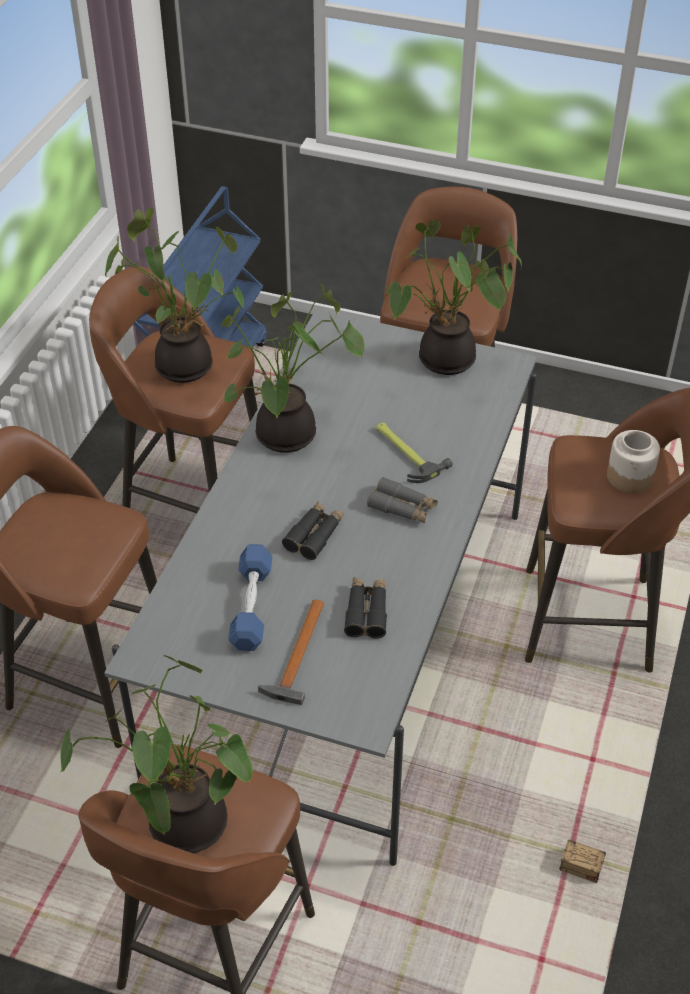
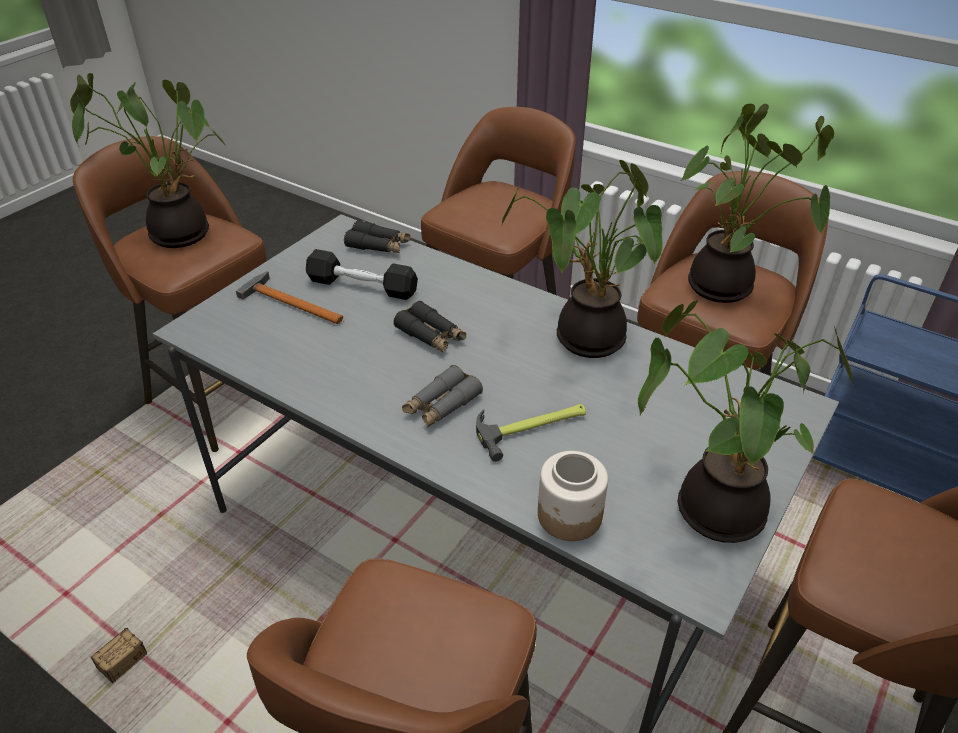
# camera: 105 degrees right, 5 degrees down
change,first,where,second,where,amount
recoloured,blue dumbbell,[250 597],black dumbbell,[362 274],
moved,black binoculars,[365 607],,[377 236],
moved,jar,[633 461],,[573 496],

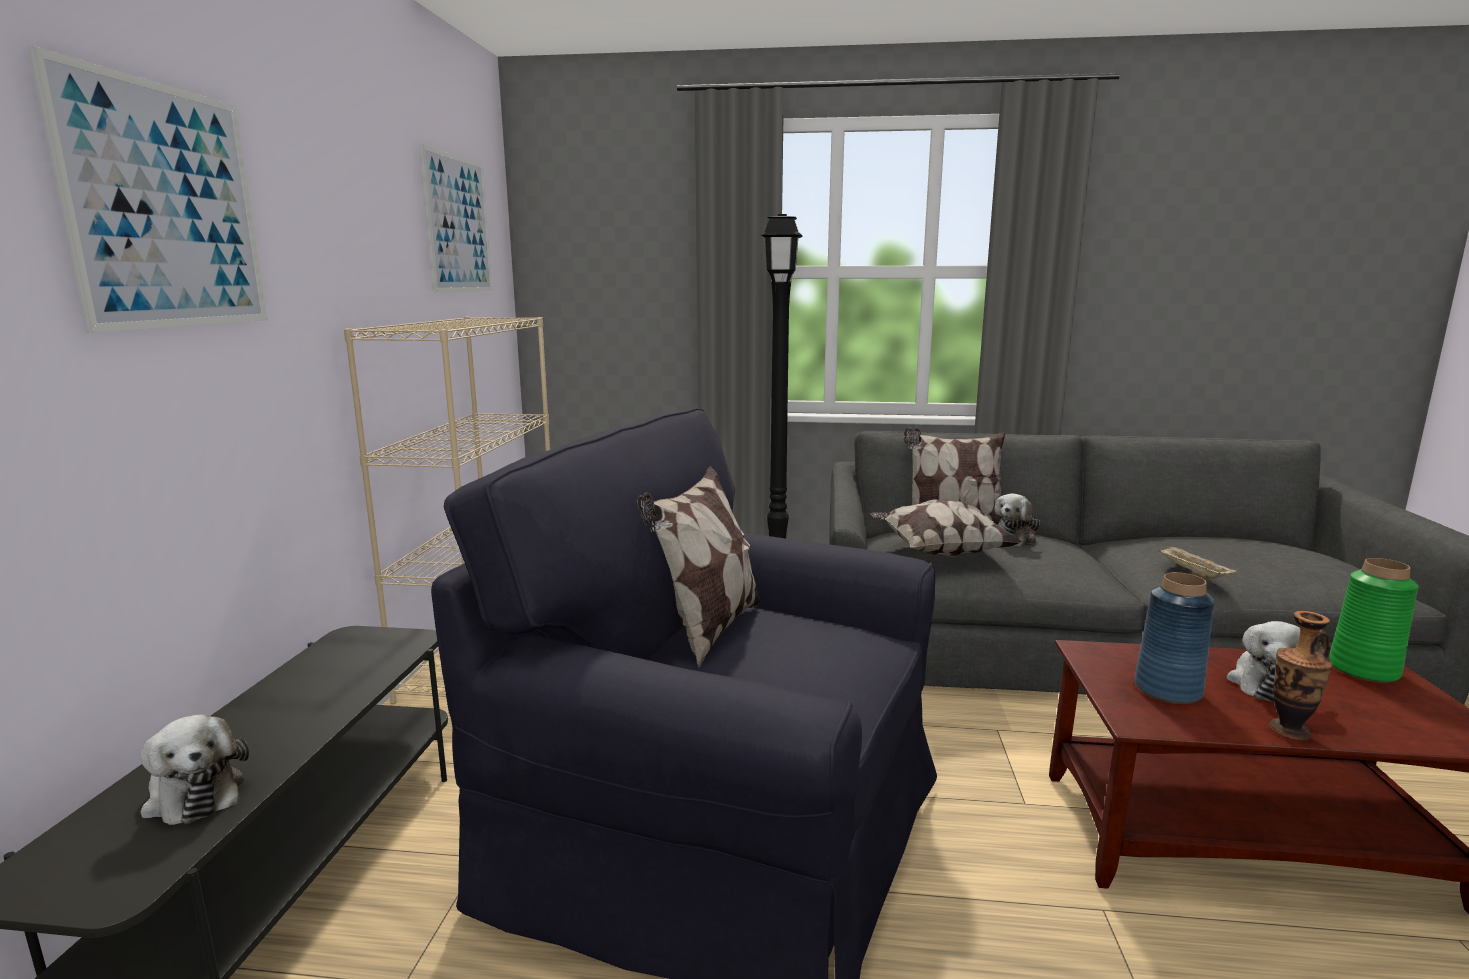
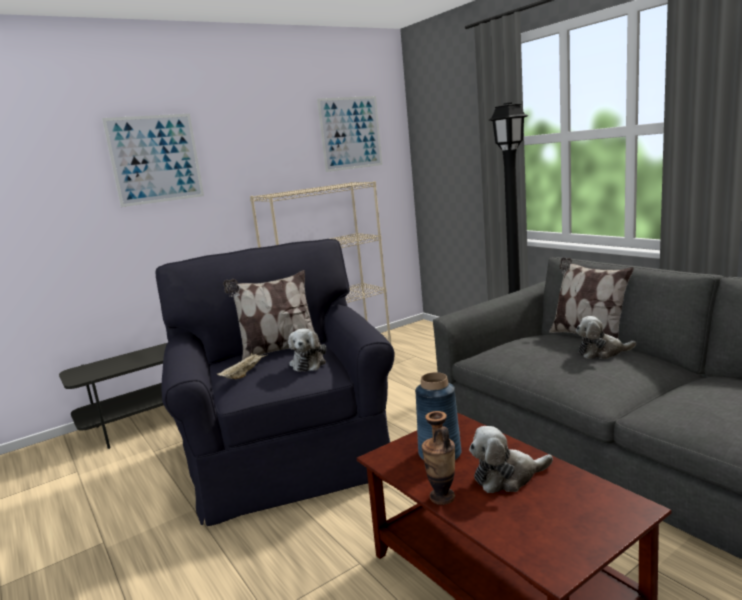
# camera: 50 degrees right, 0 degrees up
change,first,where,second,where,amount
moved,plush toy,[194 769],,[307 350],
removed,pillow,[946 528],,,
moved,beige tray,[1197 562],,[242 366],
removed,green vase,[1374 620],,,

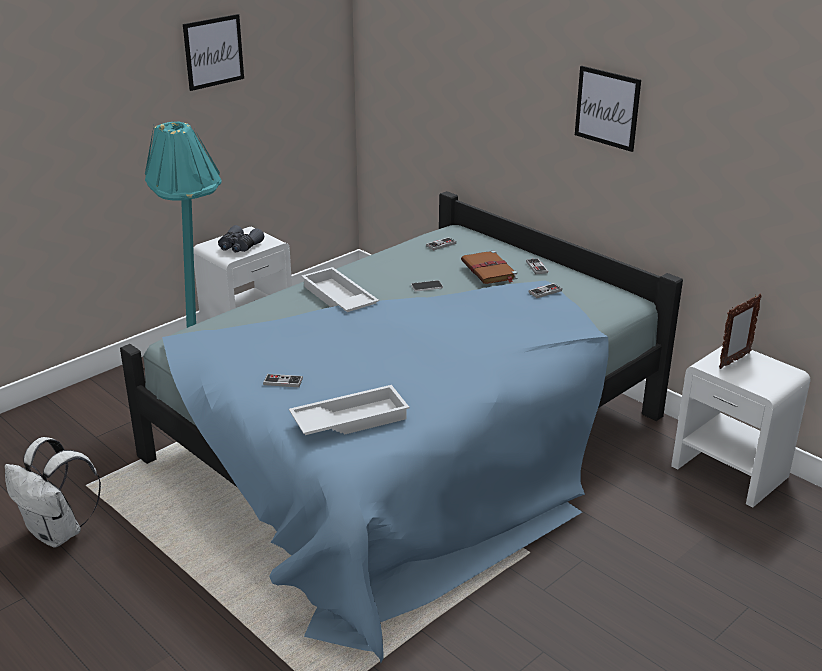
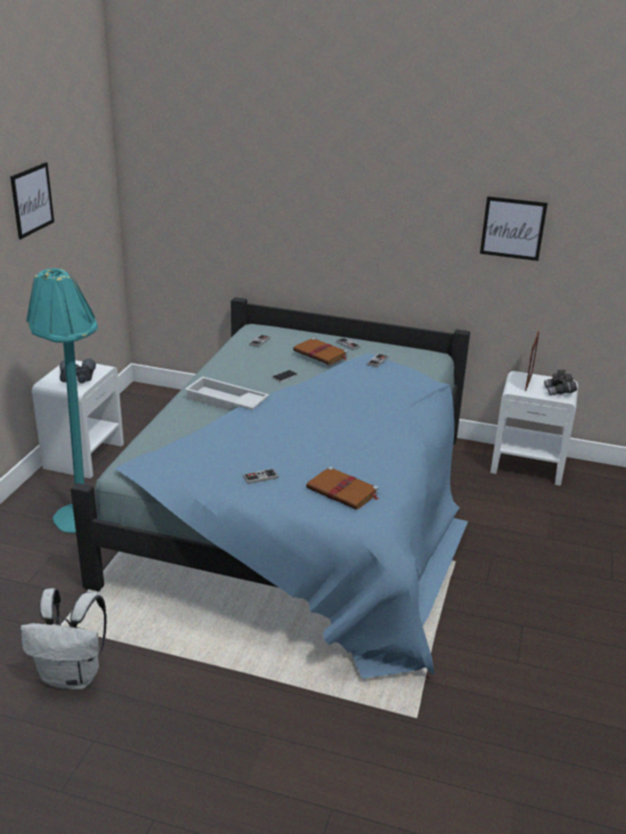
# camera: 30 degrees left, 0 degrees up
change,first,where,second,where,amount
replaced,white tray,[349 410],brown book,[342 488],
moved,picture,[608 109],,[514 228],
added,,,grey binoculars,[560 383],

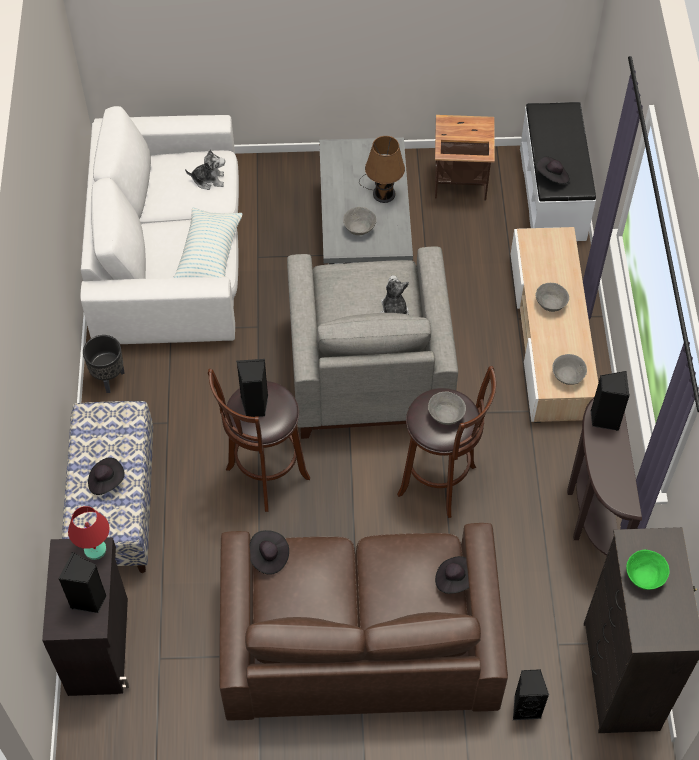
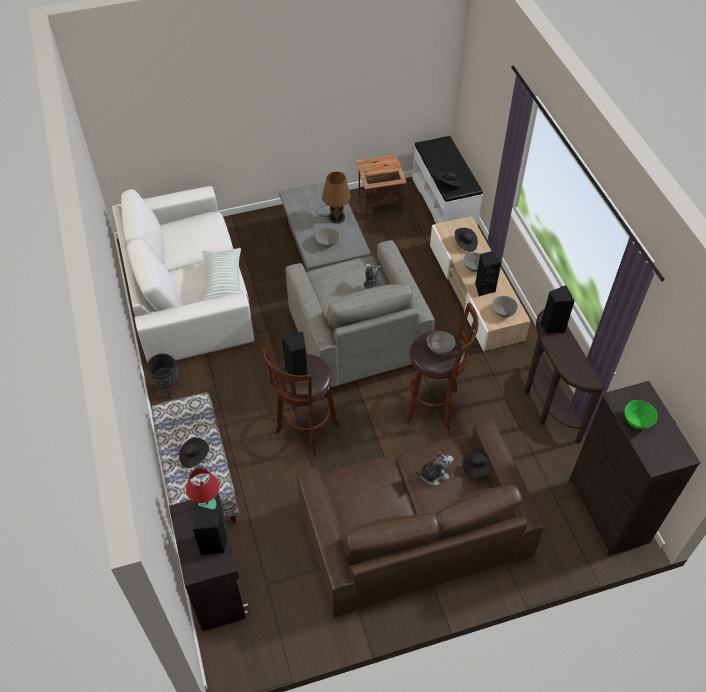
# camera: 15 degrees left, 5 degrees down
change,first,where,second,where,amount
moved,plush toy,[205 170],,[434 468],
moved,black hat,[269 552],,[466 240],
moved,black speaker,[531 694],,[488 273],

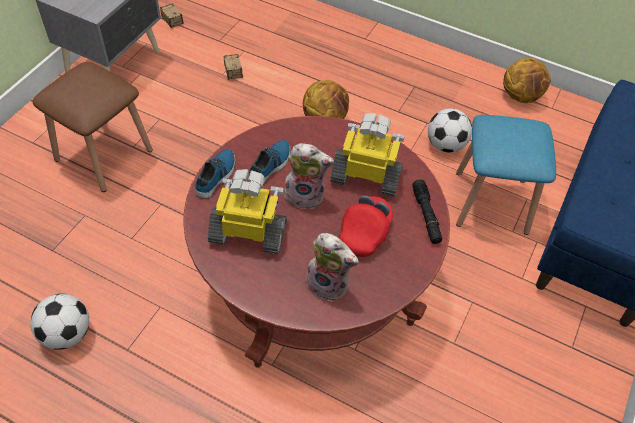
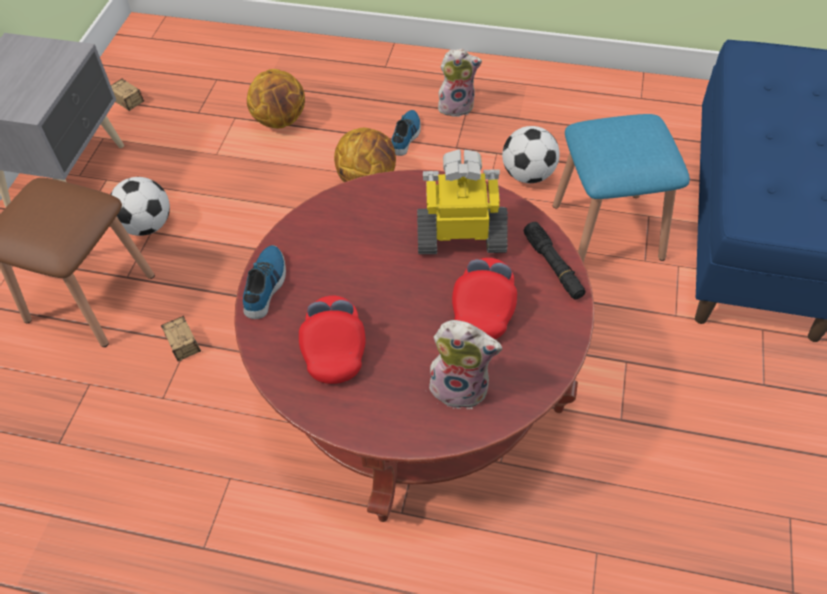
# camera: 10 degrees left, 0 degrees up
change,first,where,second,where,amount
moved,football,[59 322],,[140 206],
replaced,toy robot,[247 211],red cap,[332 340],
moved,storage box,[233 67],,[181 338],
moved,shoe,[269 162],,[406 133],
moved,plush toy,[309 176],,[460 83],
moved,basketball,[527 80],,[276 98],

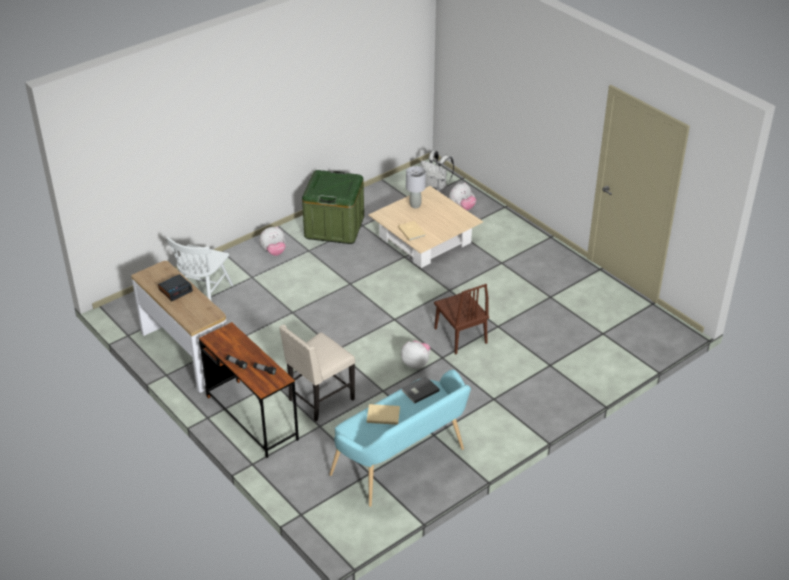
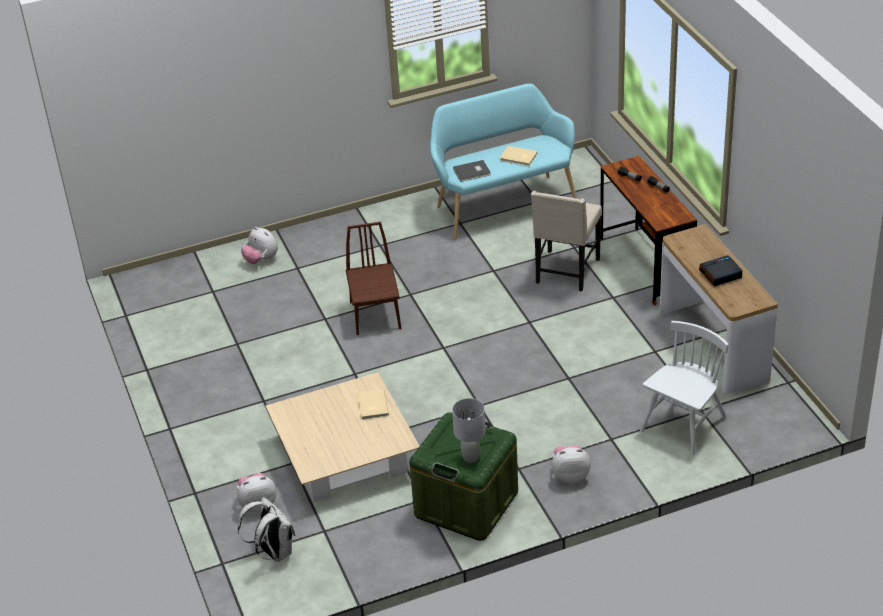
# camera: 160 degrees left, 0 degrees up
change,first,where,second,where,amount
turned,beige chair,[317 372],,[566 241],135 degrees clockwise
moved,plush toy,[415 354],,[259 245],
moved,grey table lamp,[416 187],,[469 430],

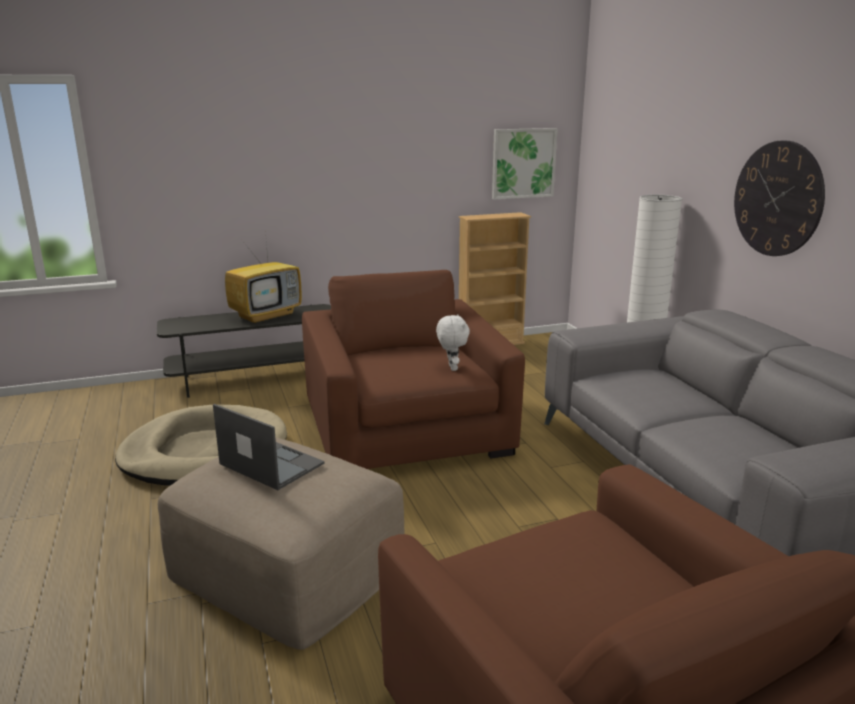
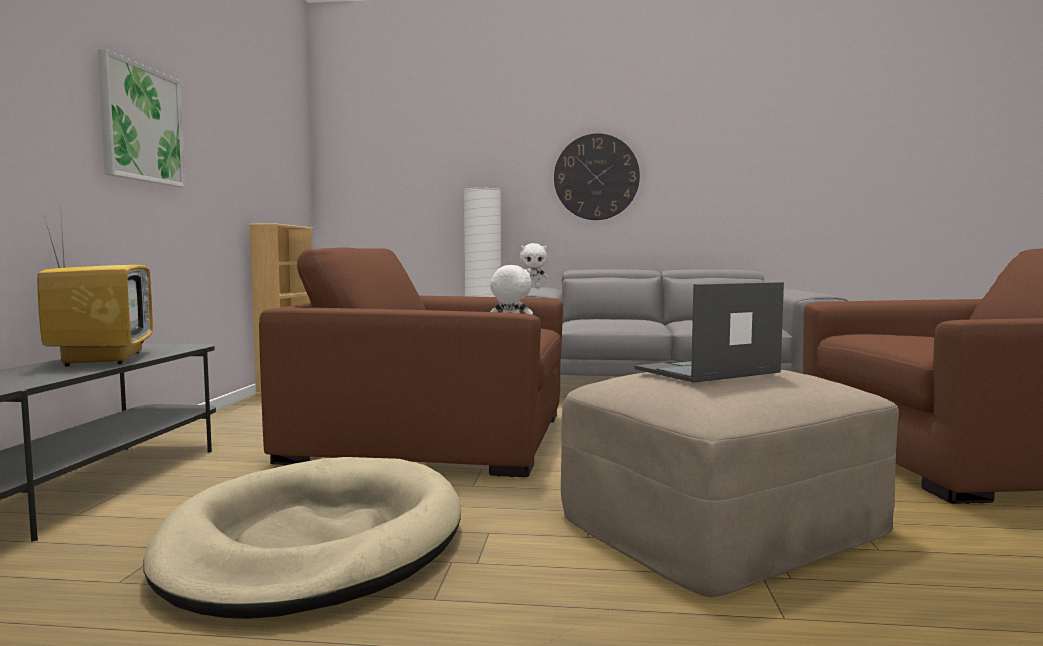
# camera: 65 degrees left, 15 degrees down
change,first,where,second,where,amount
moved,picture,[525 164],,[141 118],
added,,,white plush toy,[534 265],

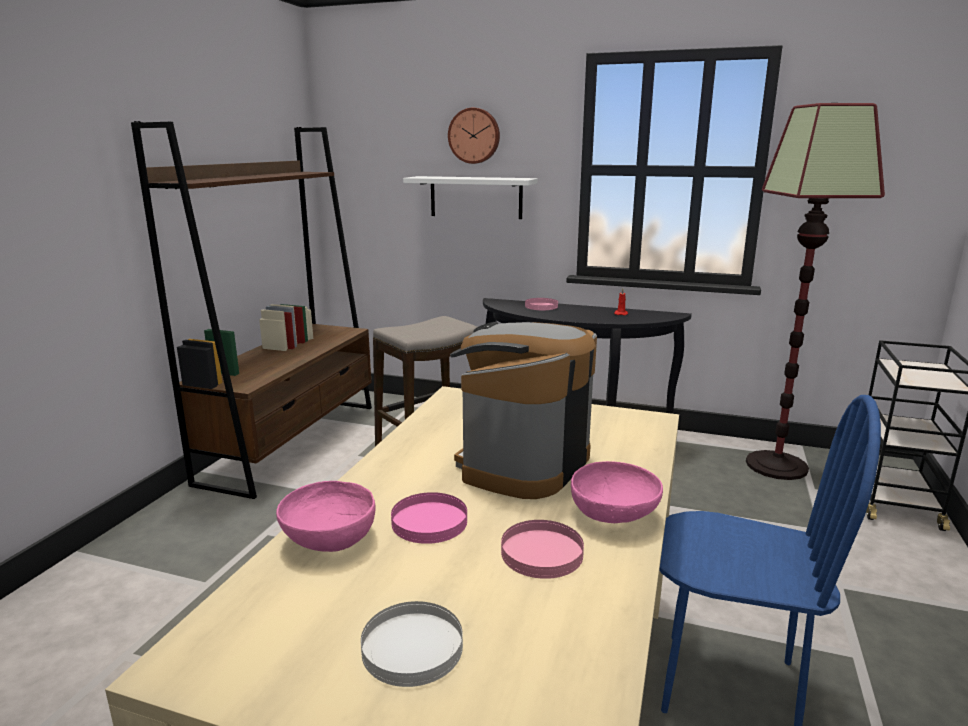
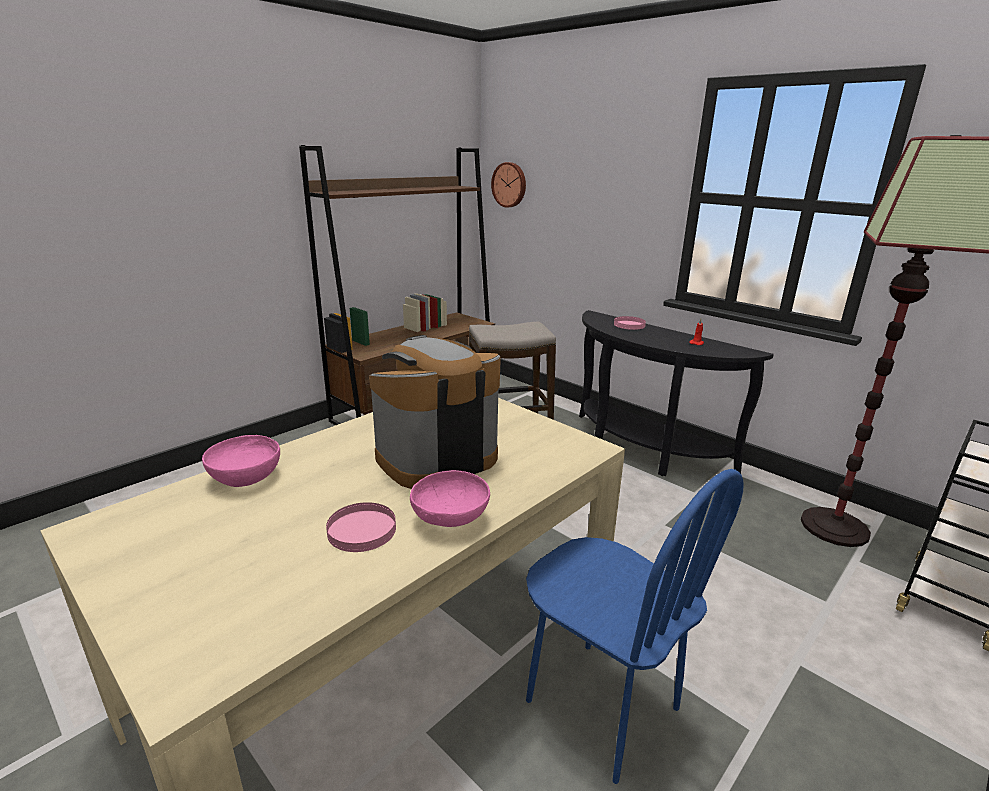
# camera: 25 degrees right, 5 degrees up
change,first,where,second,where,amount
removed,white plate,[412 644],,,
removed,pink plate,[429 518],,,
removed,white shelf,[470 197],,,
moved,wall clock,[474 136],,[508 185],

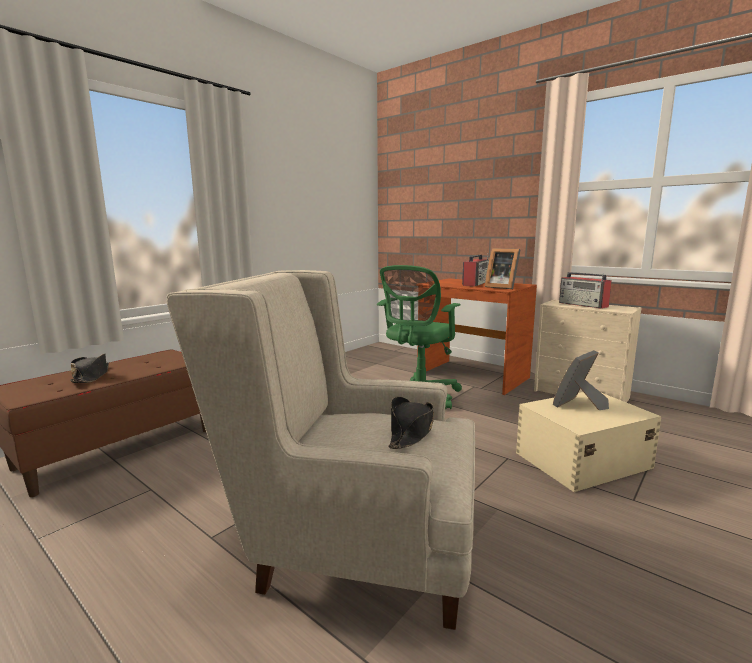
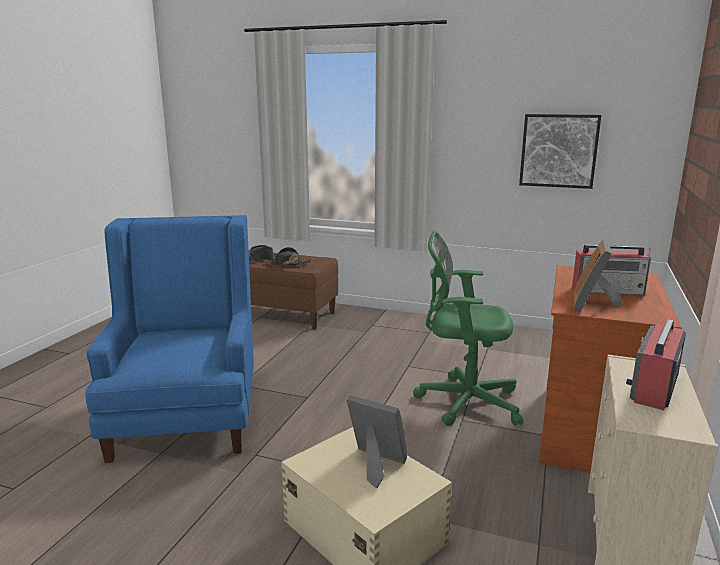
# camera: 70 degrees right, 5 degrees up
change,first,where,second,where,amount
recoloured,beige armchair,[321 450],blue armchair,[169 339],
moved,black hat,[411 423],,[287 256],
added,,,picture,[560 151],

